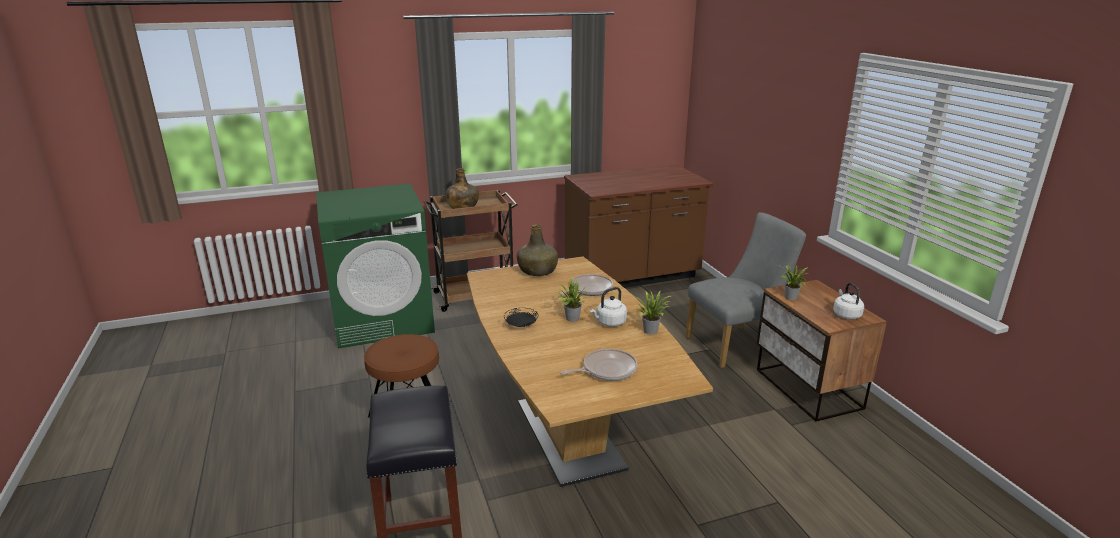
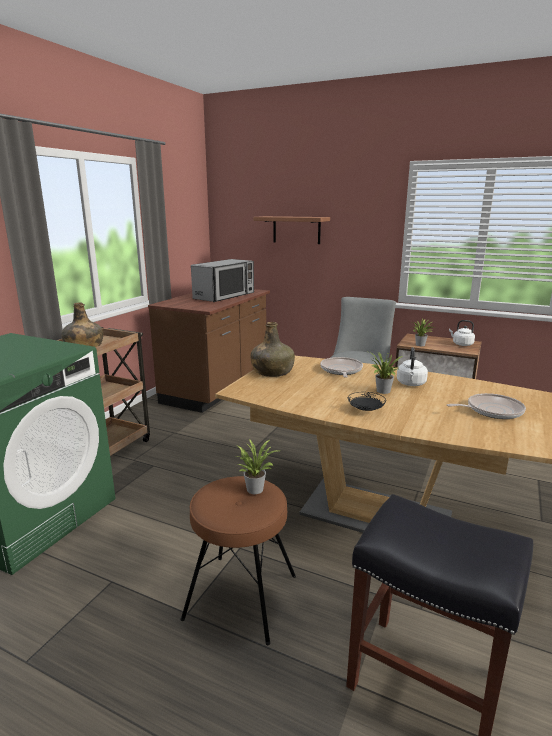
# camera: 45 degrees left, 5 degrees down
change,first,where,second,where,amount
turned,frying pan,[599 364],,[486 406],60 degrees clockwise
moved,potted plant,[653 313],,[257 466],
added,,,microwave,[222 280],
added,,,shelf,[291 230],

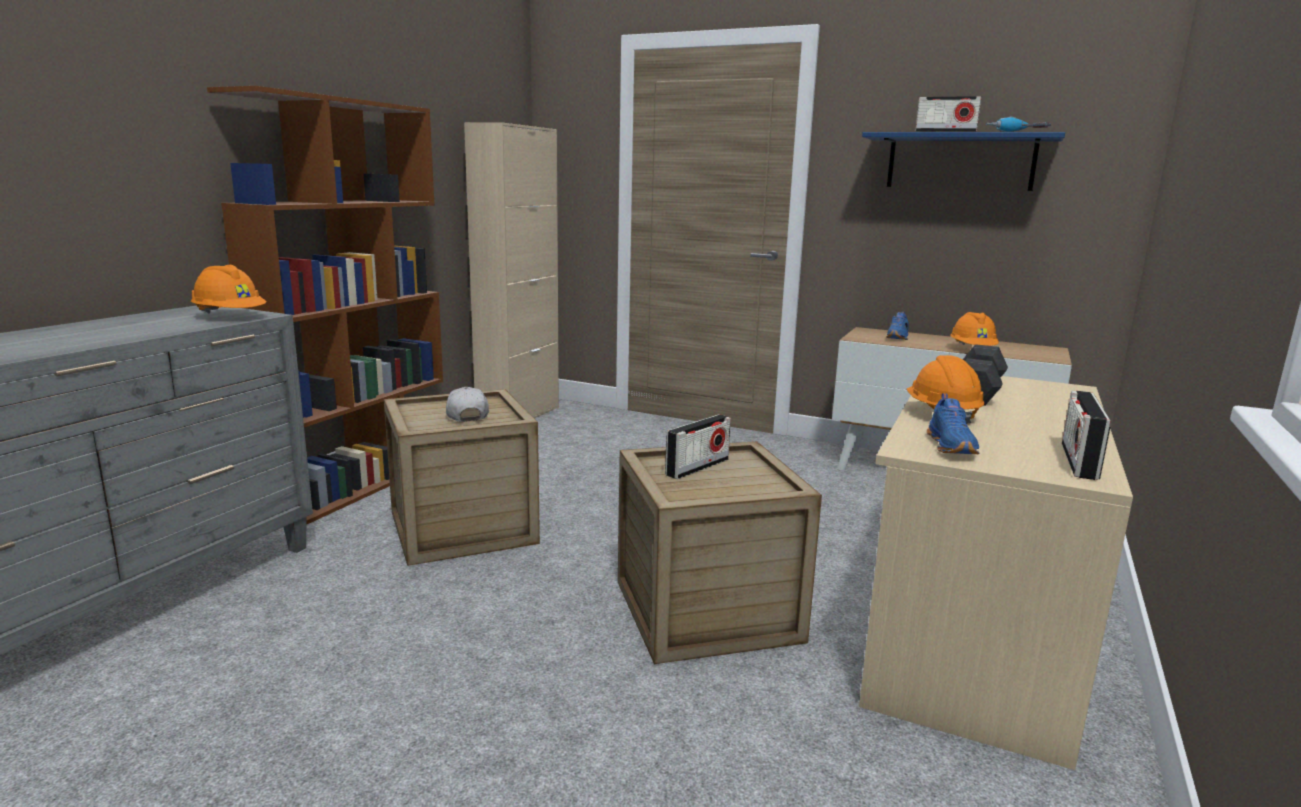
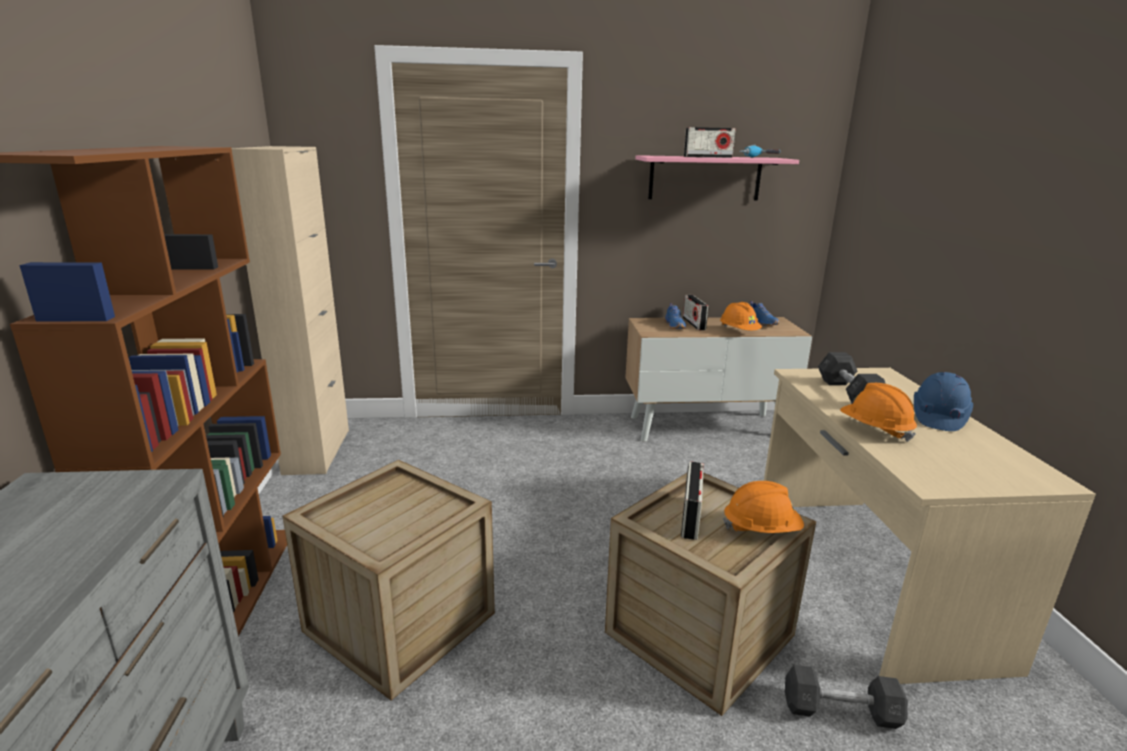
# camera: 30 degrees left, 5 degrees up
change,first,where,second,where,amount
moved,orange hard hat,[229 289],,[763 507],
removed,white cap,[467 404],,,
recoloured,blue shelf,[963 161],pink shelf,[717 178],
moved,blue shoe,[953 423],,[764 313],
moved,radio,[1086 435],,[695 312],
added,,,grey dumbbell,[846 697],
added,,,blue hard hat,[943 401],

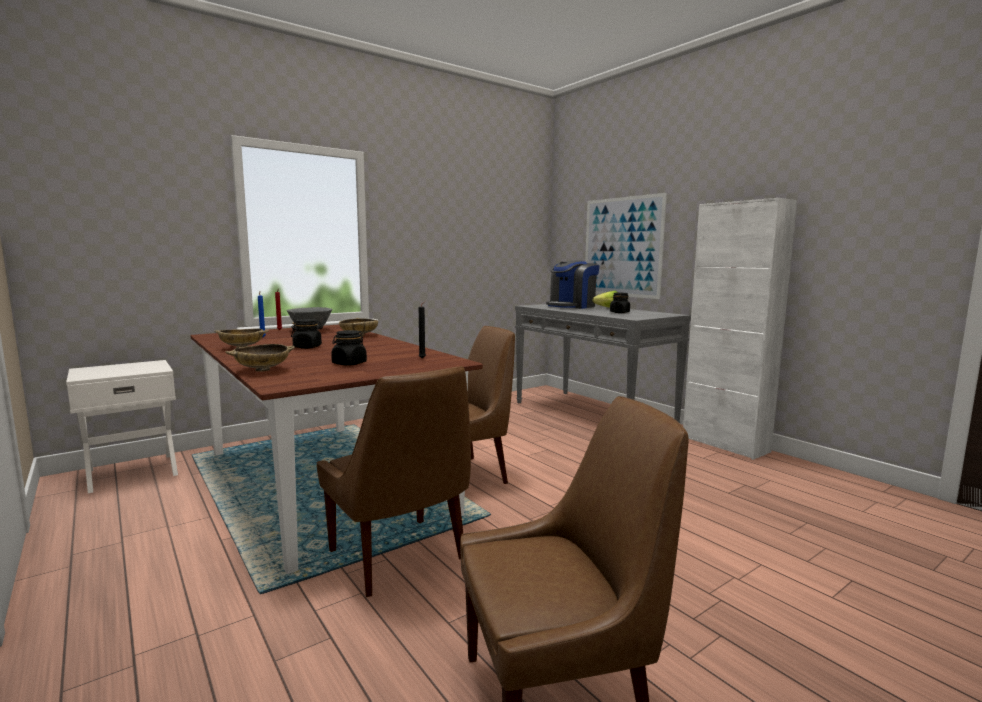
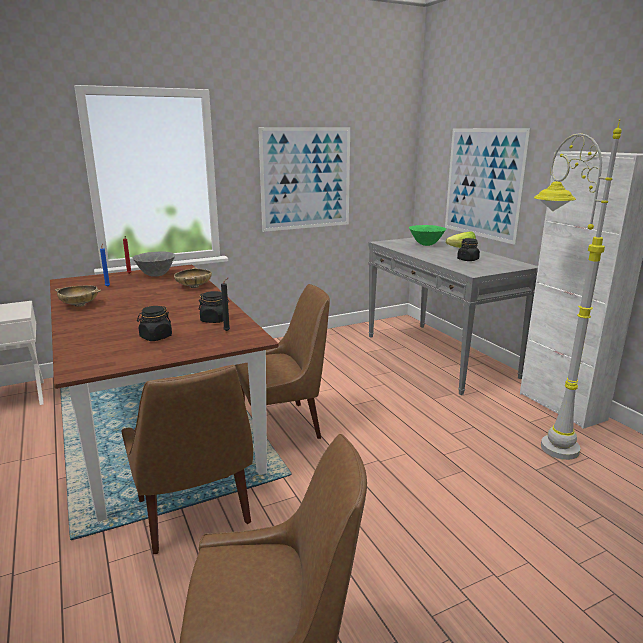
# camera: 10 degrees right, 10 degrees up
change,first,where,second,where,amount
removed,beige bowl,[260 358],,,
moved,black jar,[307 334],,[214 307],
replaced,coffee machine,[572 284],green bowl,[427 235],
added,,,picture,[304 179],
added,,,grey floor lamp,[578 289],

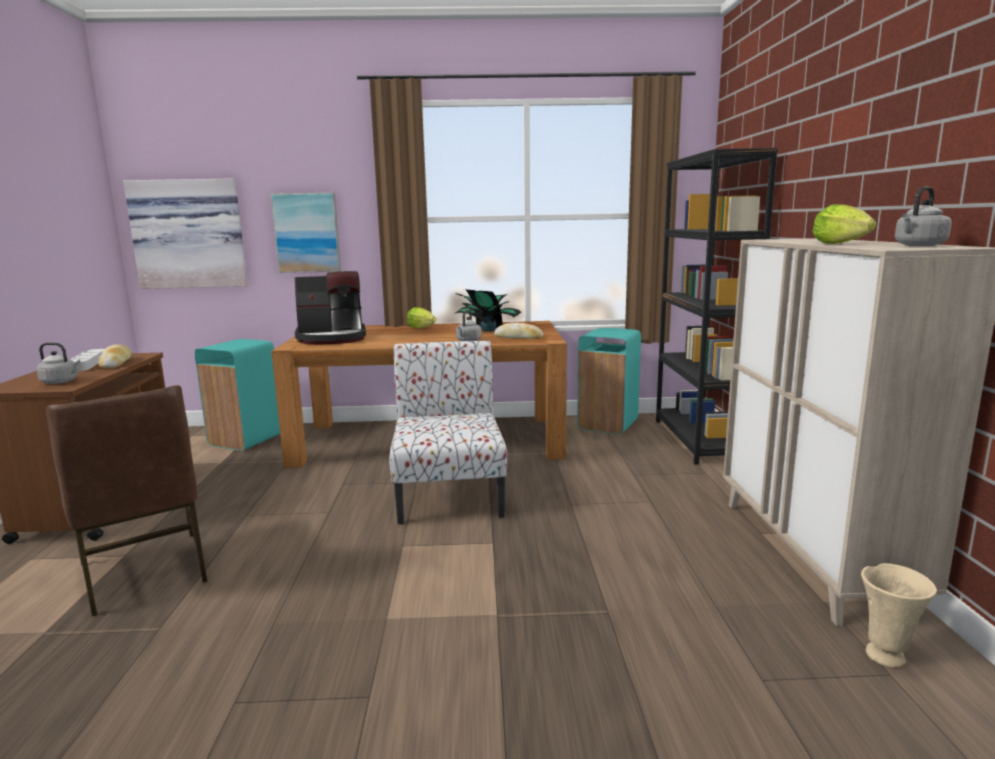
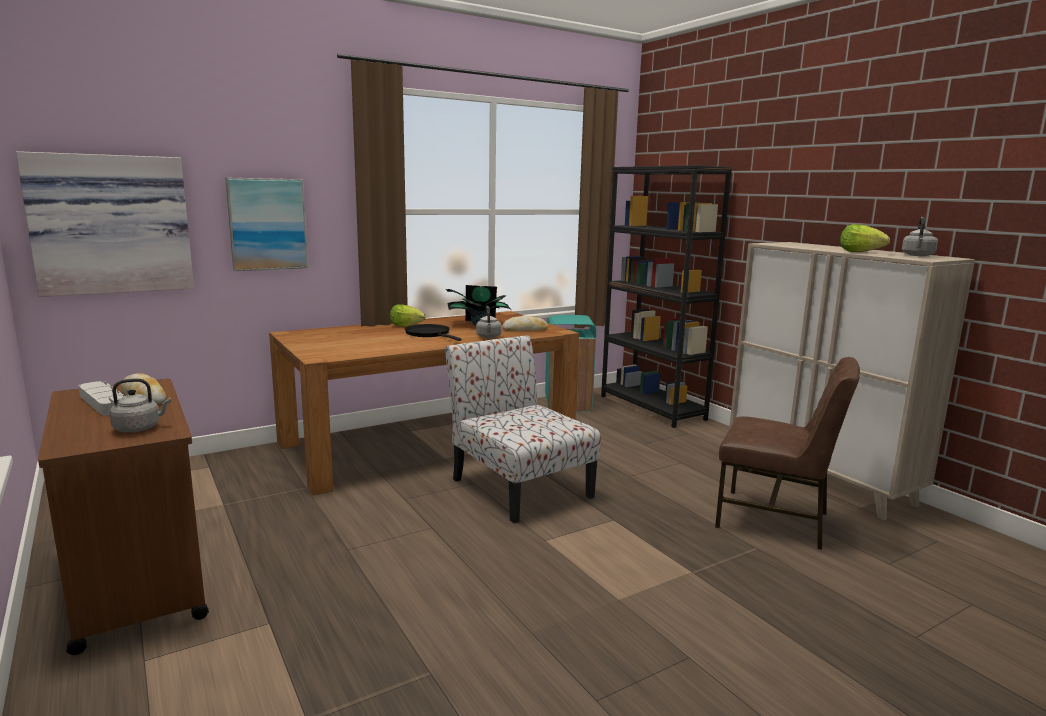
# camera: 30 degrees left, 0 degrees up
change,first,where,second,where,amount
moved,brown chair,[127 500],,[787 453],
removed,turquoise trash can,[237 395],,,
removed,coffee machine,[330 307],,,
removed,beige vase,[899 615],,,
added,,,black frying pan,[433 332],

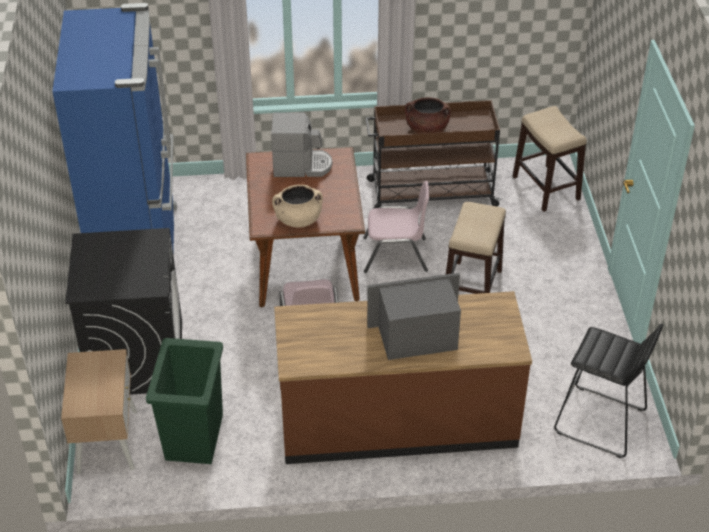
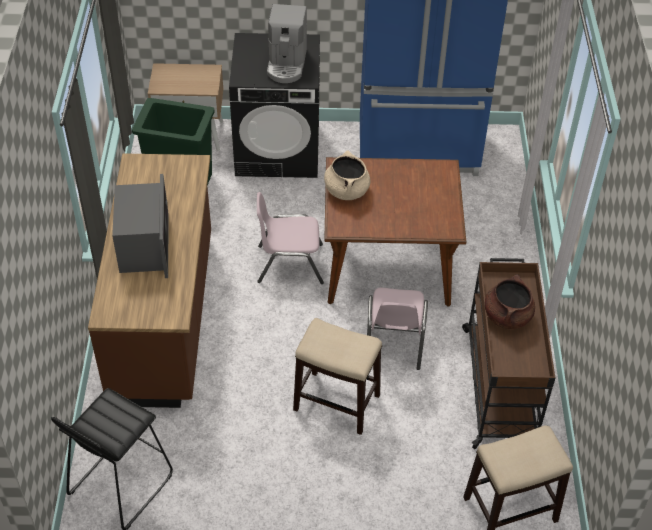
# camera: 95 degrees right, 5 degrees up
change,first,where,second,where,amount
moved,coffee machine,[301 144],,[287 43],

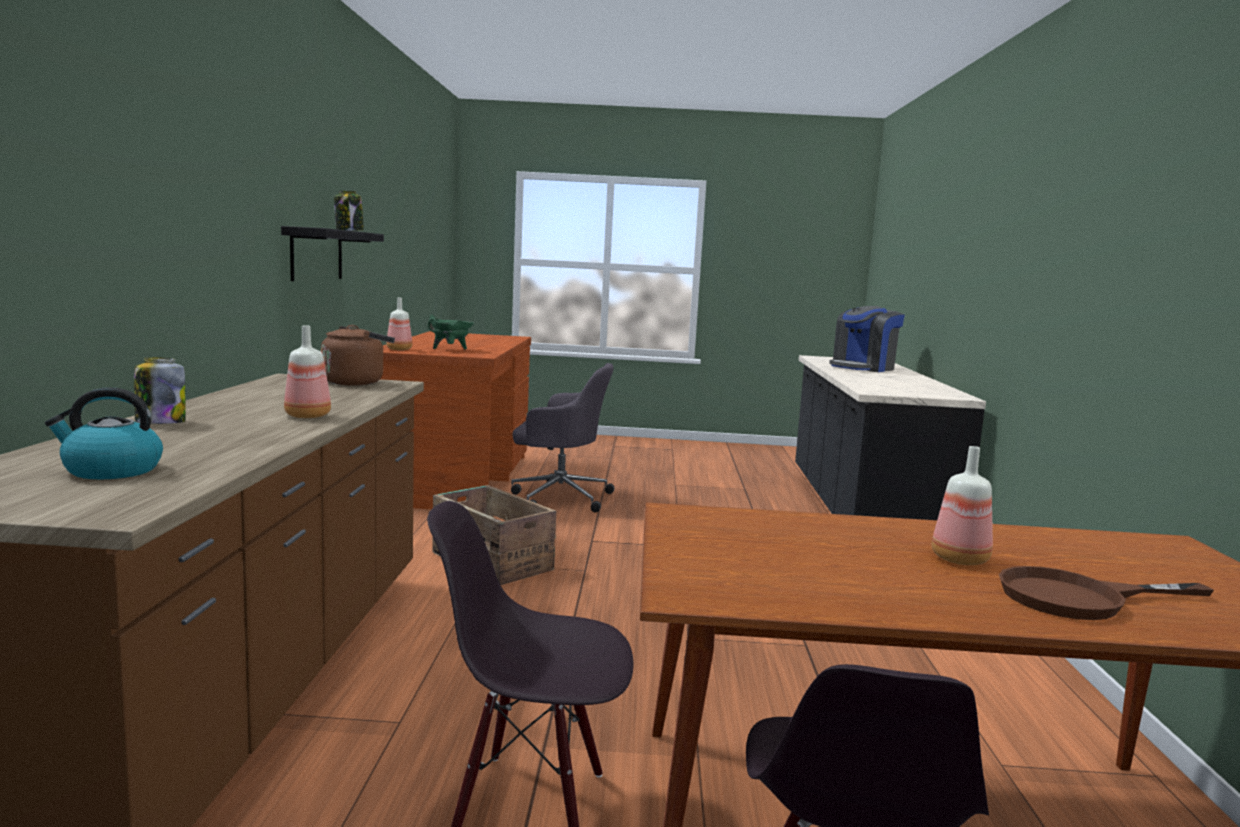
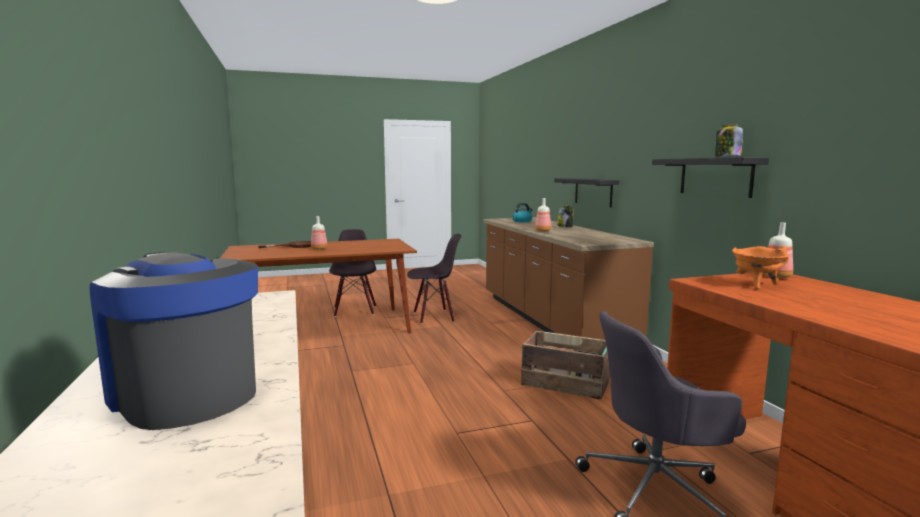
# camera: 160 degrees right, 0 degrees up
change,first,where,second,where,amount
removed,brown kettle,[358 355],,,
recoloured,green cooking pot,[451 332],orange cooking pot,[760 267],
turned,coffee machine,[867 339],,[174 341],75 degrees counterclockwise
added,,,black shelf,[586 192],

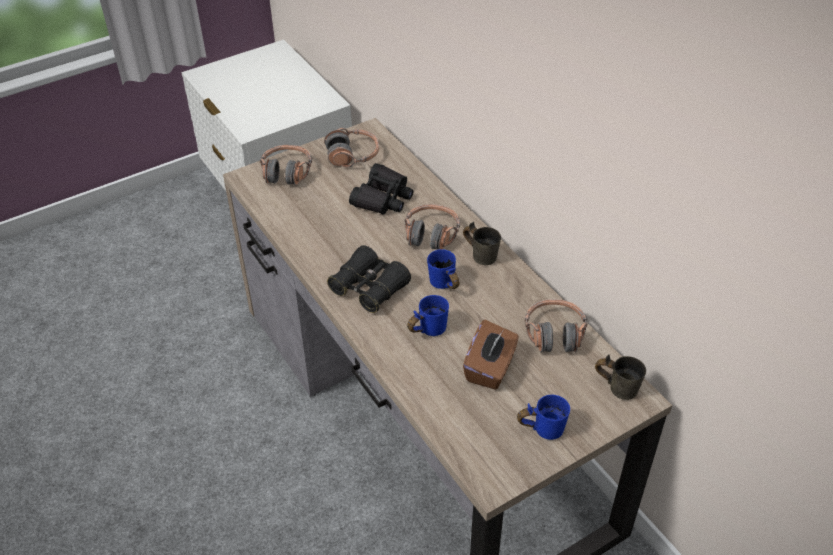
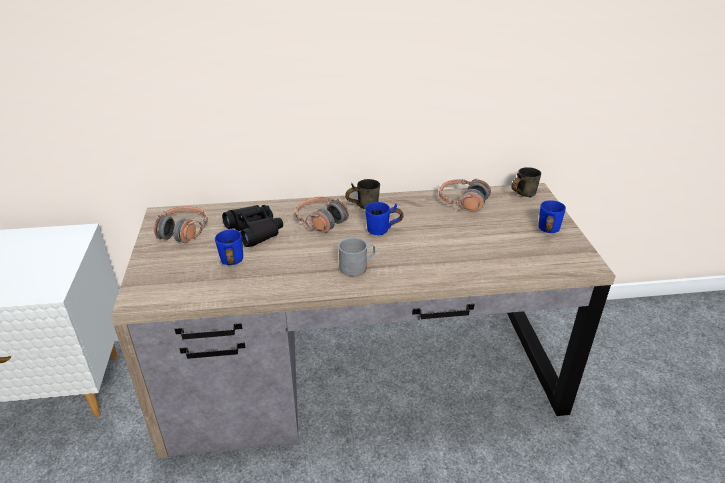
# camera: 65 degrees left, 10 degrees down
change,first,where,second,where,amount
removed,headphones,[286 165],,,
replaced,black binoculars,[369 279],grey mug,[356 256],
moved,blue mug,[428 315],,[229 247],
removed,brown tissue box,[491 355],,,

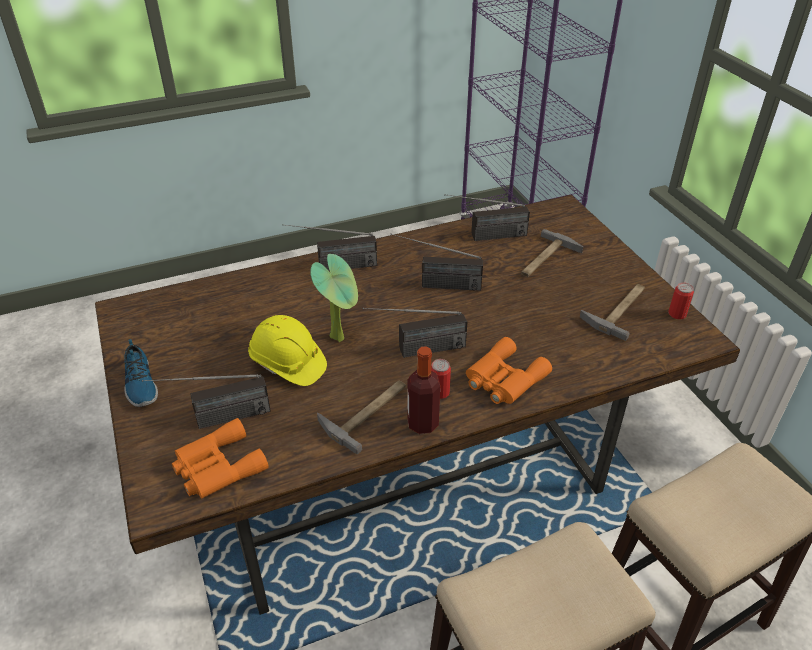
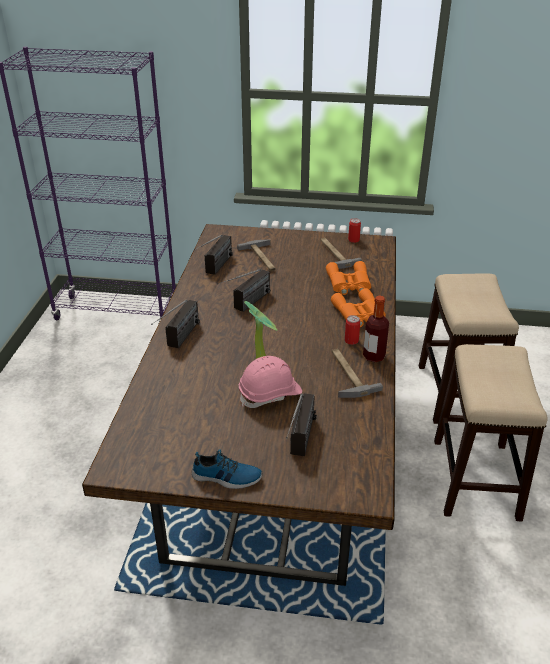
# camera: 60 degrees left, 5 degrees down
change,first,where,second,where,amount
moved,orange binoculars,[220 458],,[348 278],
recoloured,yellow hard hat,[287 350],pink hard hat,[270 382],
removed,radio,[414 333],,,

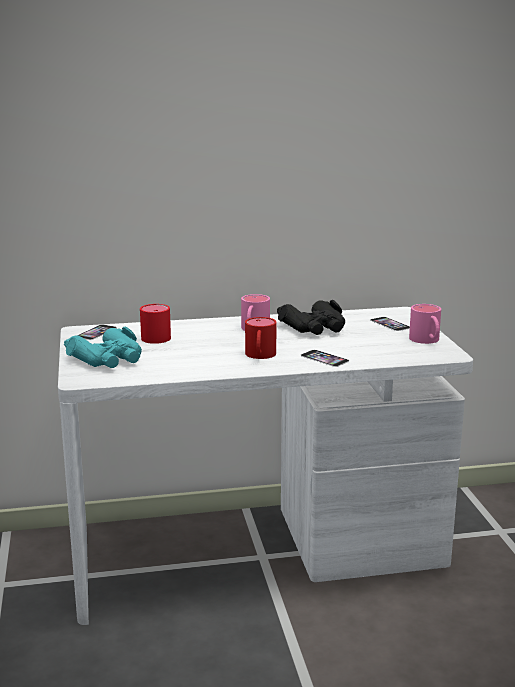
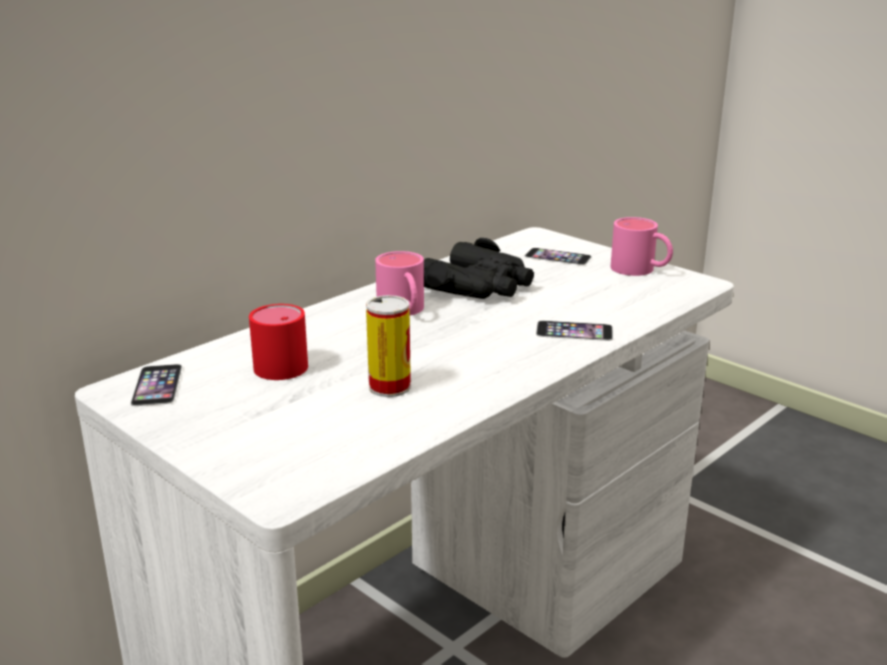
# camera: 35 degrees left, 5 degrees up
change,first,where,second,where,amount
removed,turquoise binoculars,[103 347],,,
removed,red mug,[260 338],,,
added,,,can,[388 346],

